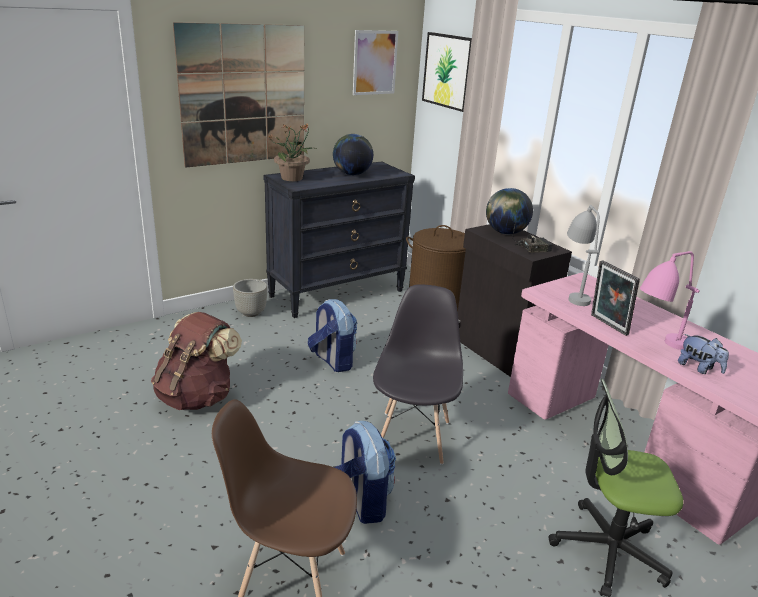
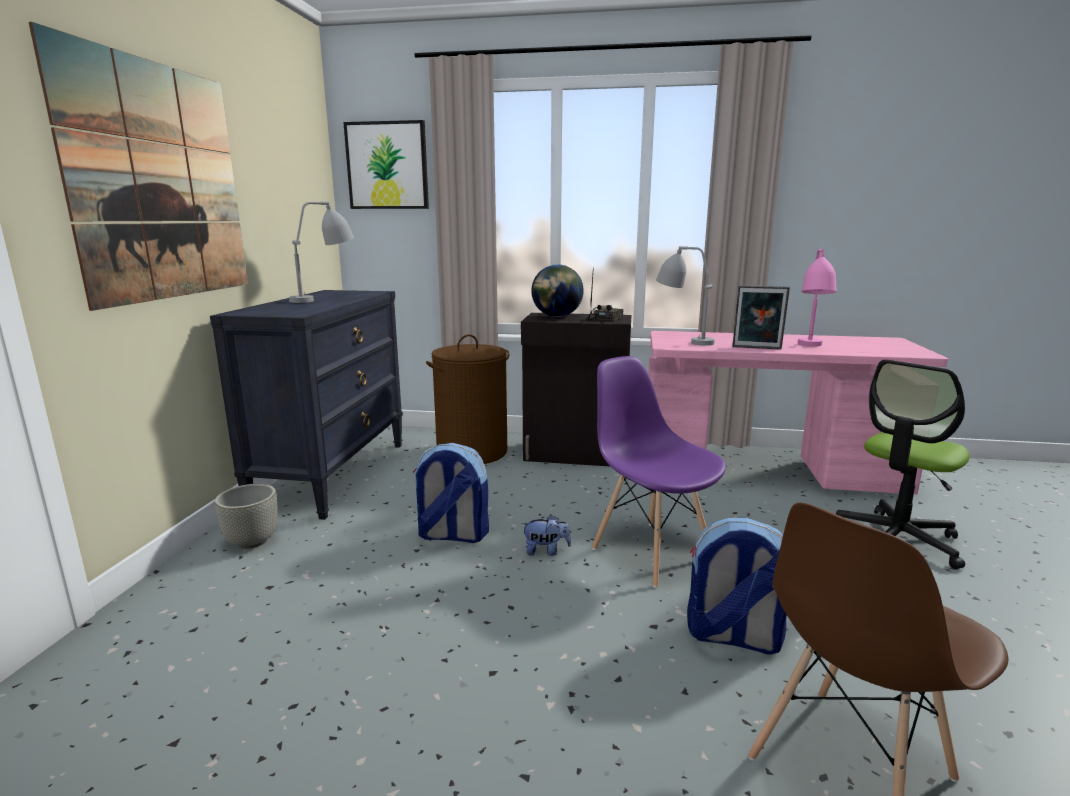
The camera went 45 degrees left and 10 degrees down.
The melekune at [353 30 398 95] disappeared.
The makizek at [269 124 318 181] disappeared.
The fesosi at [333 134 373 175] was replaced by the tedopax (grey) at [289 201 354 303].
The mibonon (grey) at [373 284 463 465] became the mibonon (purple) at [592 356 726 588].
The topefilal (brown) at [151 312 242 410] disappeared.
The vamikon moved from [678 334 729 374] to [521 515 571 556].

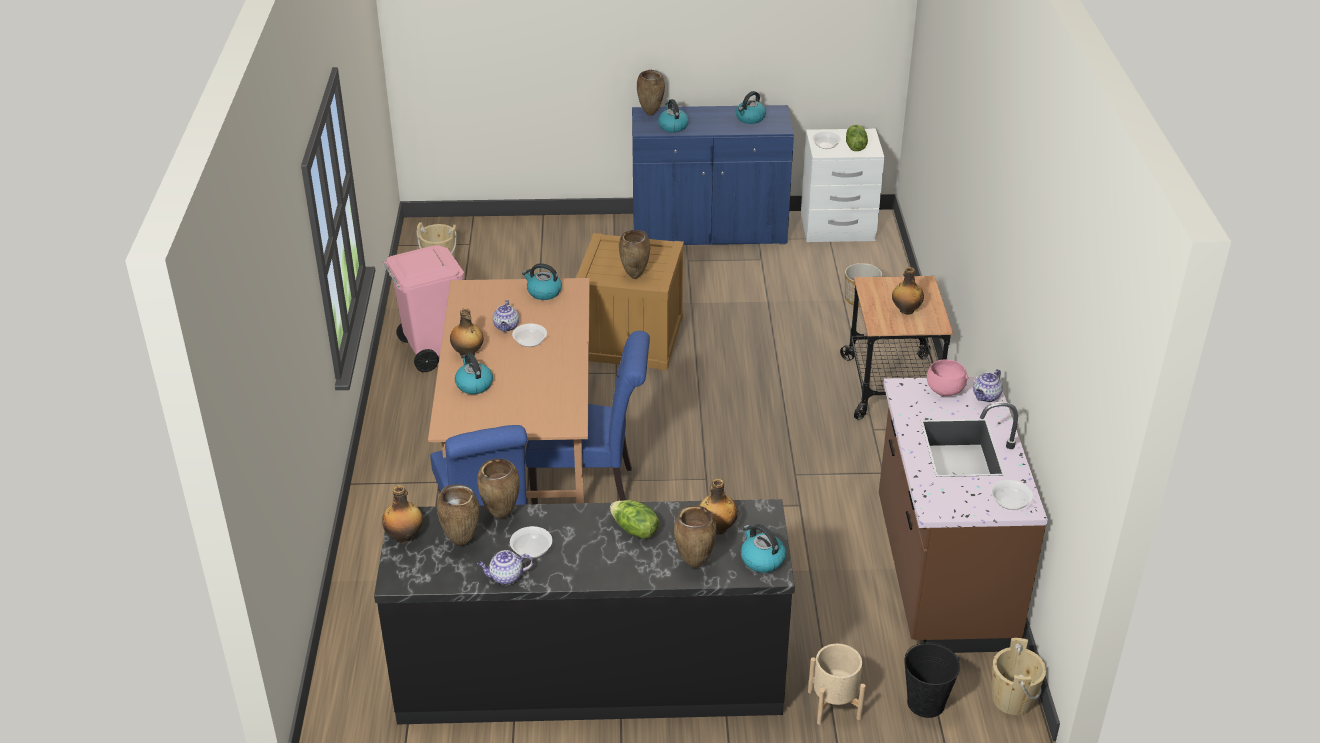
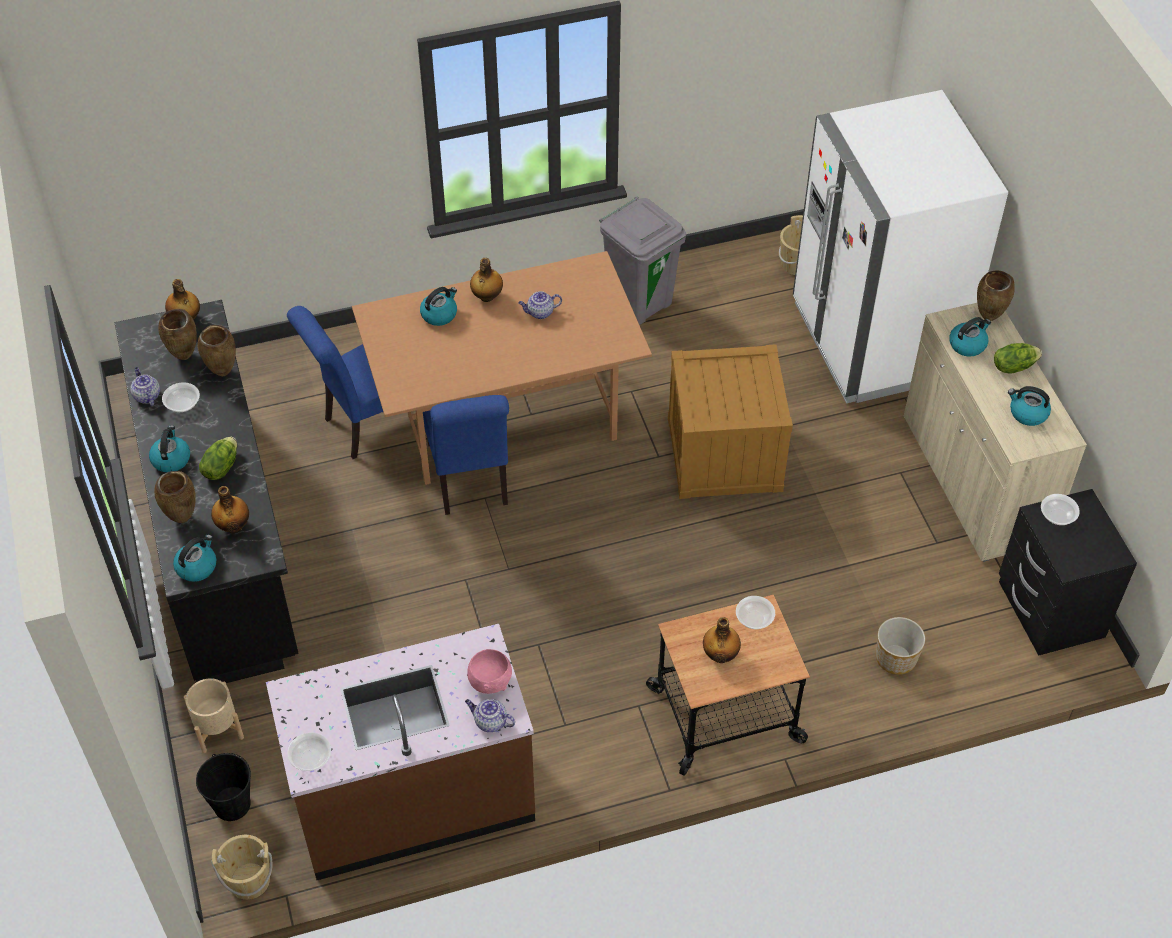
The camera went 75 degrees right and 15 degrees up.
The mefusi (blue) at [632 105 794 245] became the mefusi (beige) at [904 303 1087 562].
The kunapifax moved from [846 125 868 151] to [994 343 1042 374].
The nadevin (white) at [801 129 884 242] became the nadevin (black) at [999 489 1137 656].
The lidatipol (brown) at [619 230 650 279] disappeared.
The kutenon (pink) at [382 245 464 372] became the kutenon (grey) at [599 197 686 325].
The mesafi moved from [522 263 562 300] to [149 425 190 473].
The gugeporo moved from [512 323 547 347] to [736 596 775 629].
The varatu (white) at [793 90 1008 404] appeared.

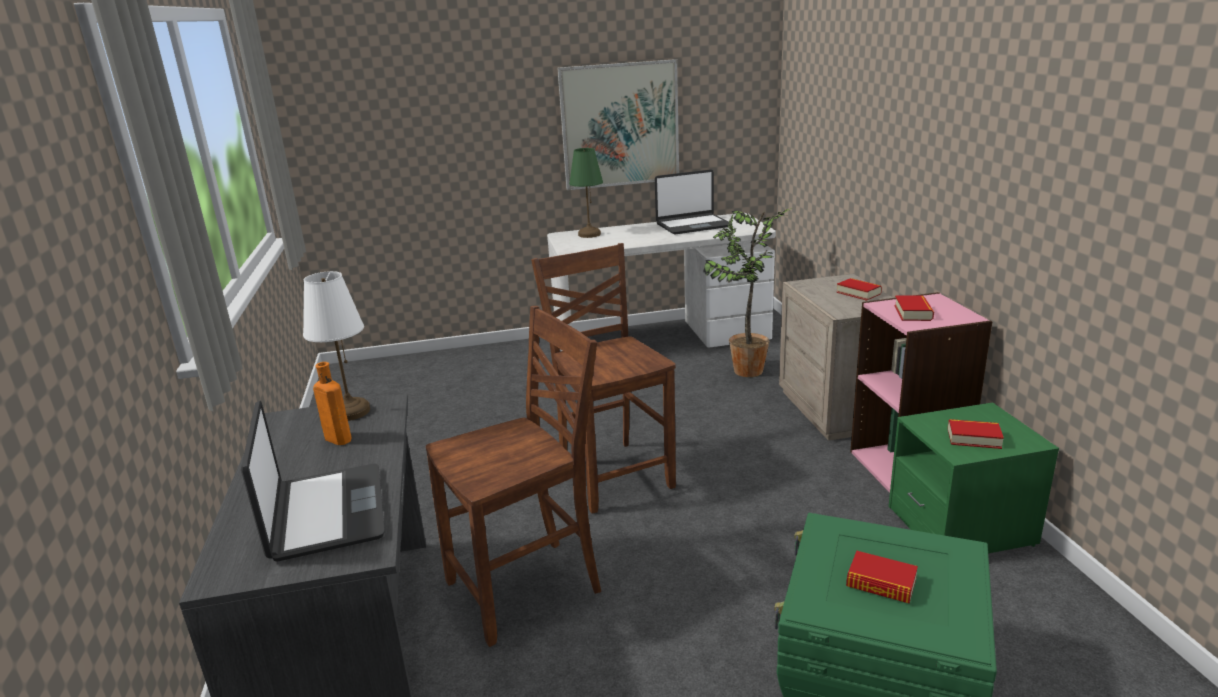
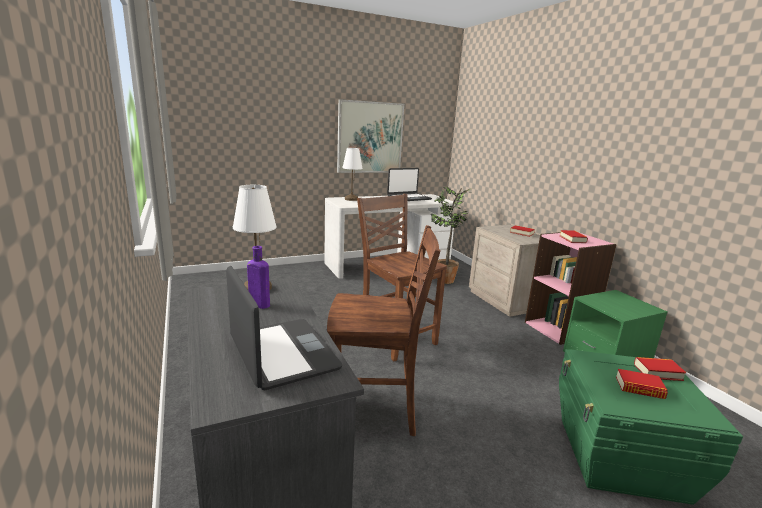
The camera went 15 degrees left and 5 degrees down.
The tedopax (green) at [569 148 603 238] became the tedopax (white) at [342 148 363 201].
The mibonon (brown) at [426 306 601 647] turned 45 degrees clockwise.
The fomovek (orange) at [313 362 351 445] became the fomovek (purple) at [247 246 270 309].
The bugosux moved from [948 419 1004 449] to [634 357 686 381].

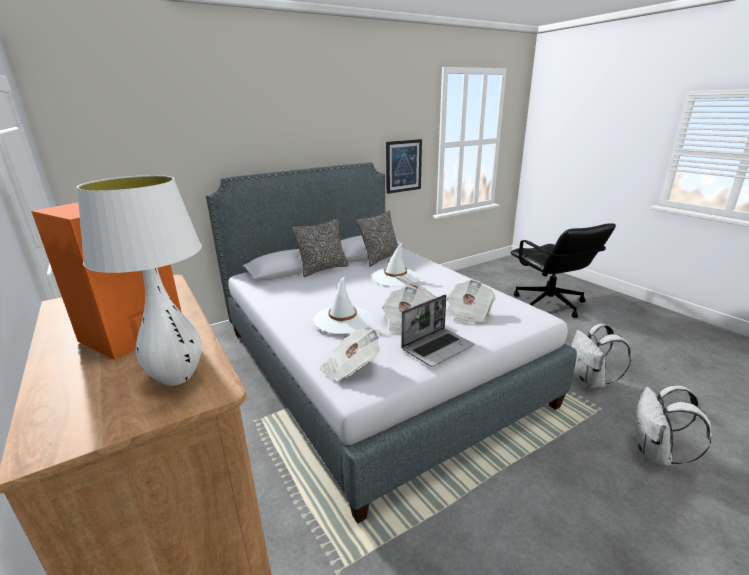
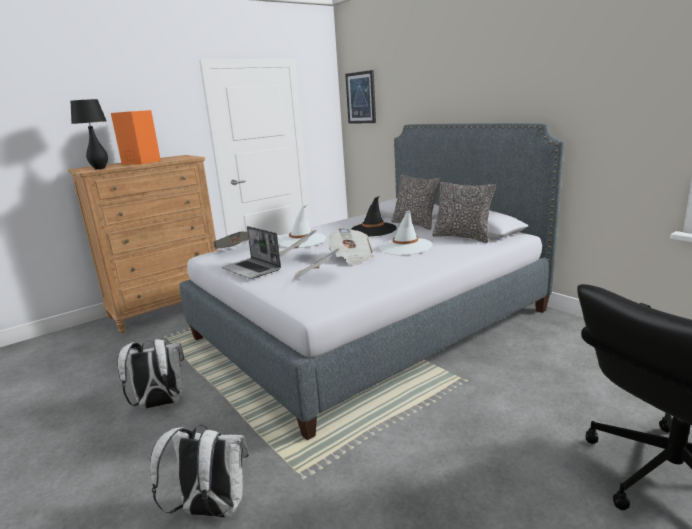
The camera went 85 degrees right and 5 degrees down.
The melekune moved from [386 139 422 194] to [345 70 376 124].
The tedopax (white) at [76 175 202 386] became the tedopax (black) at [71 99 108 169].
The topefilal (white) moved from [572 324 631 388] to [117 339 184 409].
The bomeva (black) at [351 196 397 236] appeared.

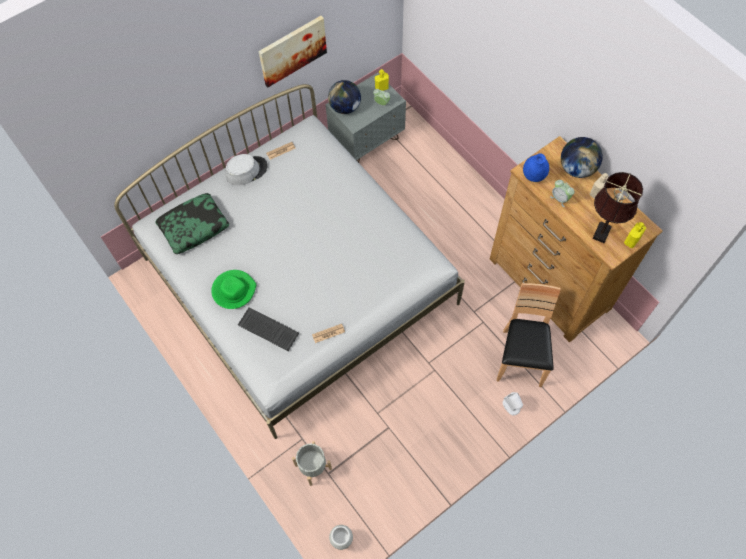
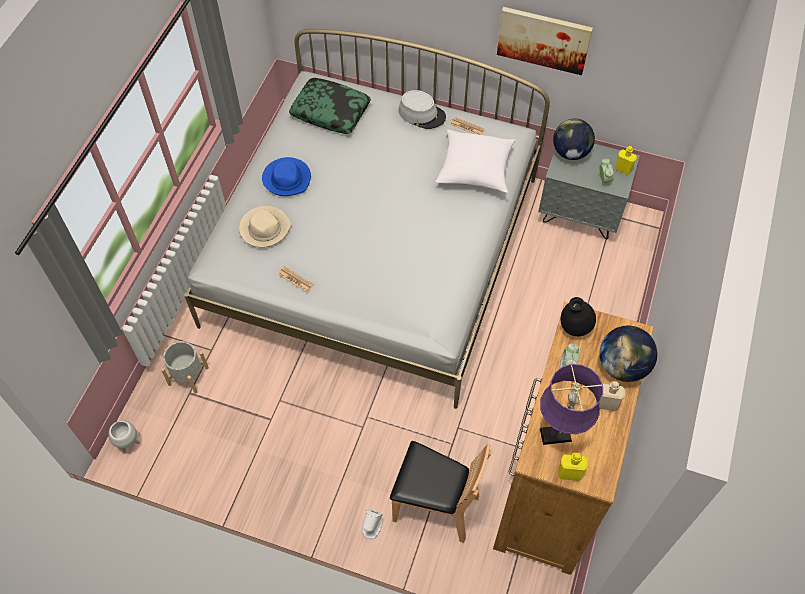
The camera went 55 degrees right and 5 degrees down.
The lidatipol (blue) at [523 153 549 182] became the lidatipol (black) at [560 297 596 336].
The tedopax (brown) at [592 172 643 243] became the tedopax (purple) at [540 364 603 445].
The bomeva (green) at [211 270 256 309] became the bomeva (blue) at [262 157 311 196].
The mibonon (brown) at [497 283 561 387] turned 45 degrees clockwise.
The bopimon at [238 307 299 351] was replaced by the bomeva (beige) at [239 206 292 248].
The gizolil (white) at [436 130 515 193] appeared.

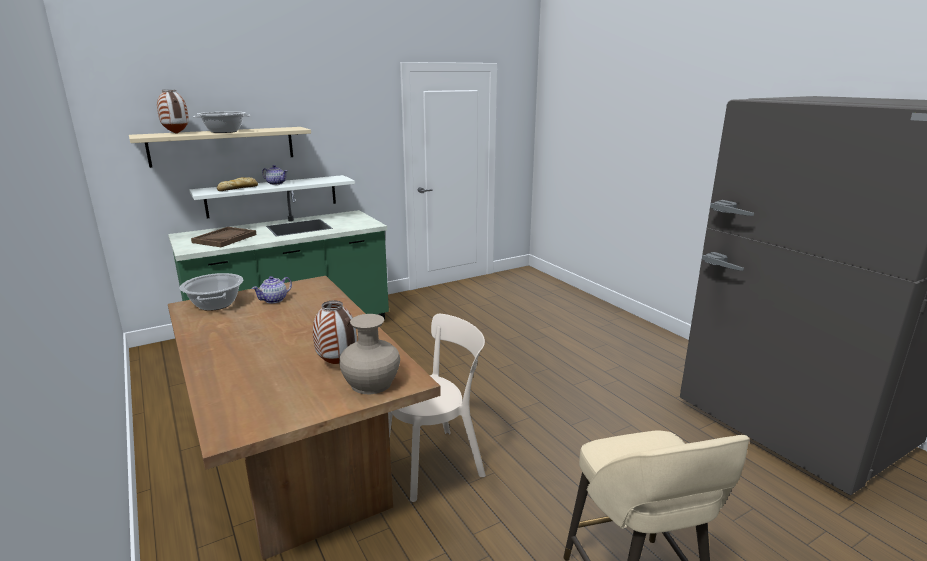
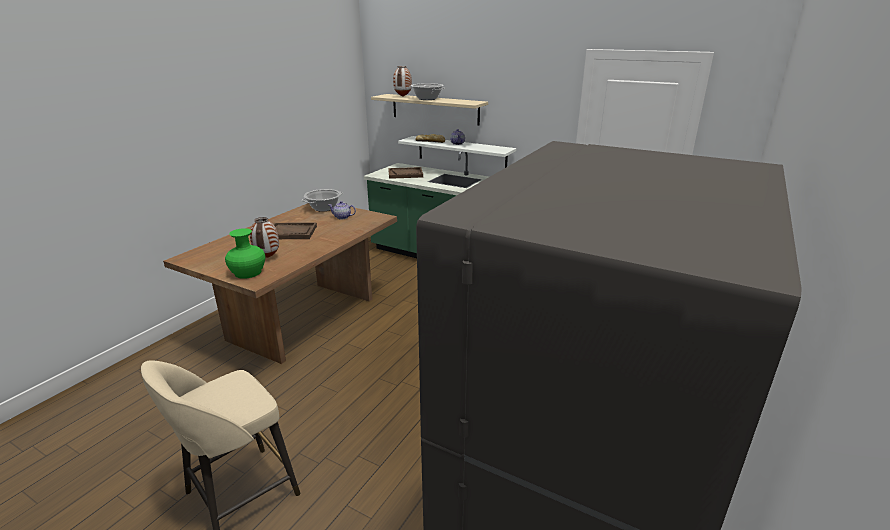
The camera went 60 degrees right and 5 degrees up.
The lidatipol (beige) at [339 314 400 394] became the lidatipol (green) at [225 228 265 279].
The mibonon (beige) at [388 314 486 502] disappeared.
The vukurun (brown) at [273 222 317 239] appeared.

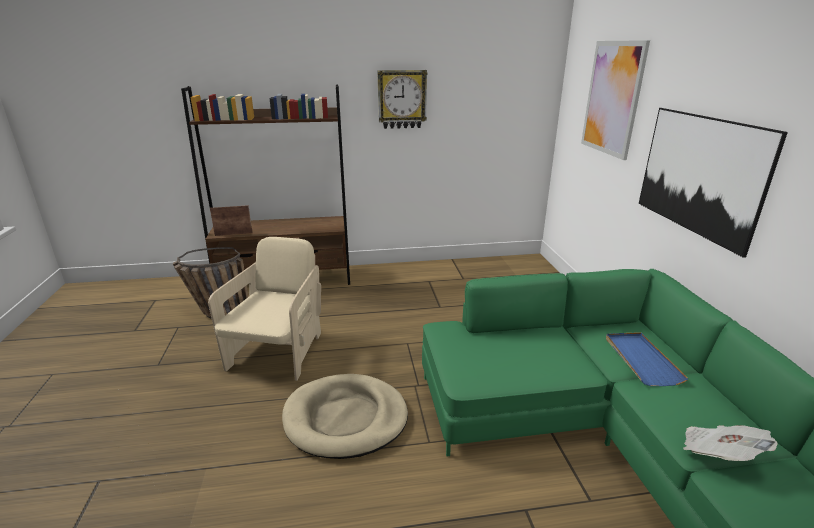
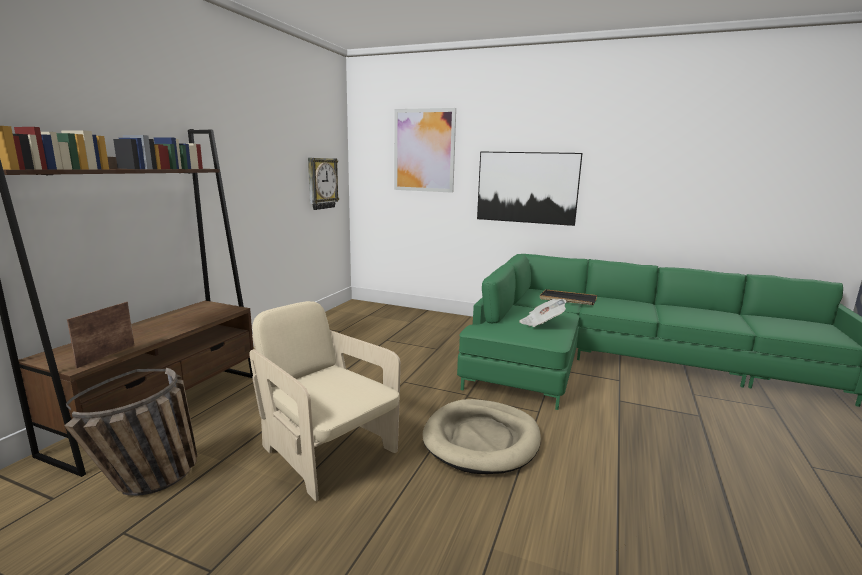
The camera went 60 degrees left and 10 degrees down.
The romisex moved from [377 70 427 129] to [308 158 339 210].
The vukurun (blue) at [606 332 689 386] became the vukurun (black) at [540 289 597 305].
The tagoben moved from [683 425 778 461] to [519 299 567 327].

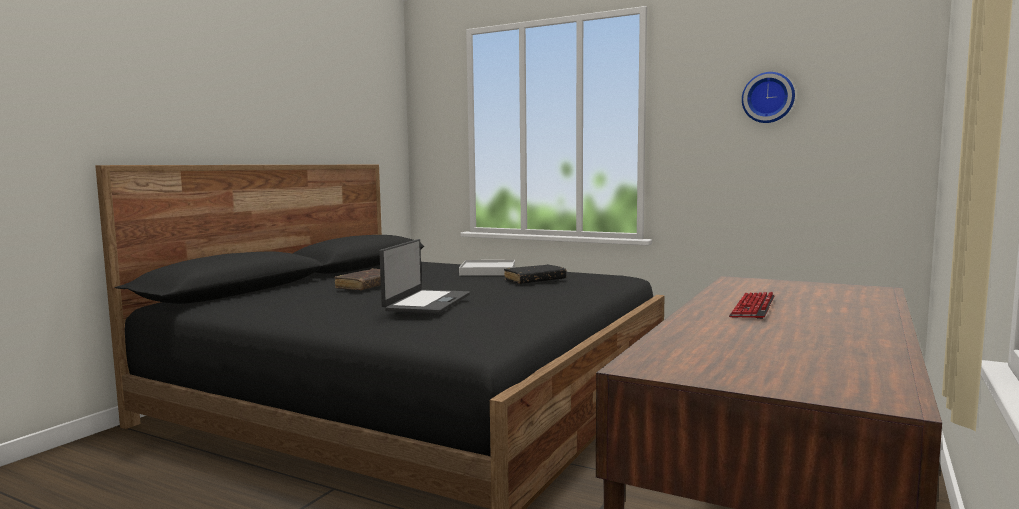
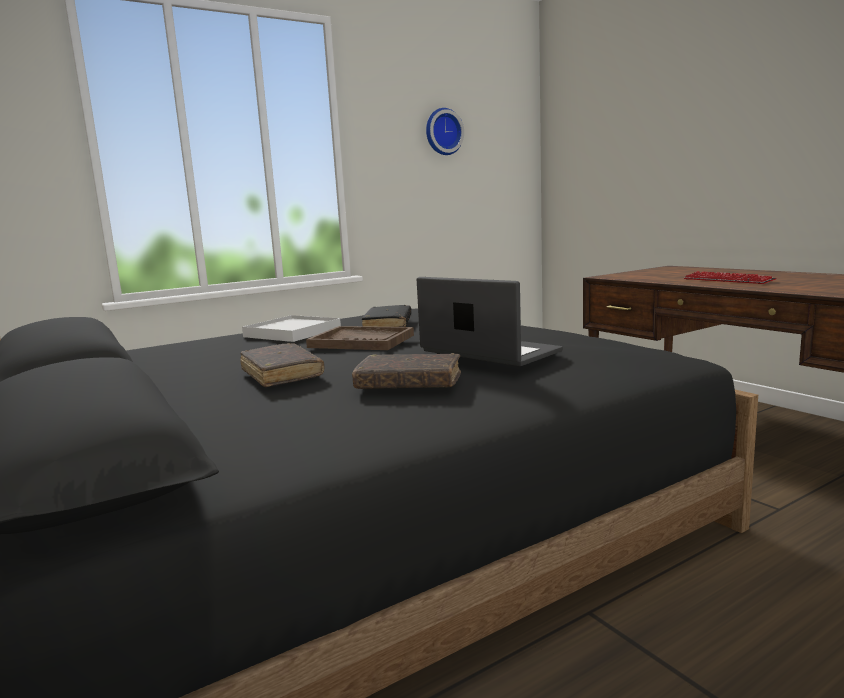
The camera went 60 degrees left and 5 degrees up.
The vukurun (brown) at [306 326 414 350] appeared.
The bugosux (brown) at [352 353 461 389] appeared.

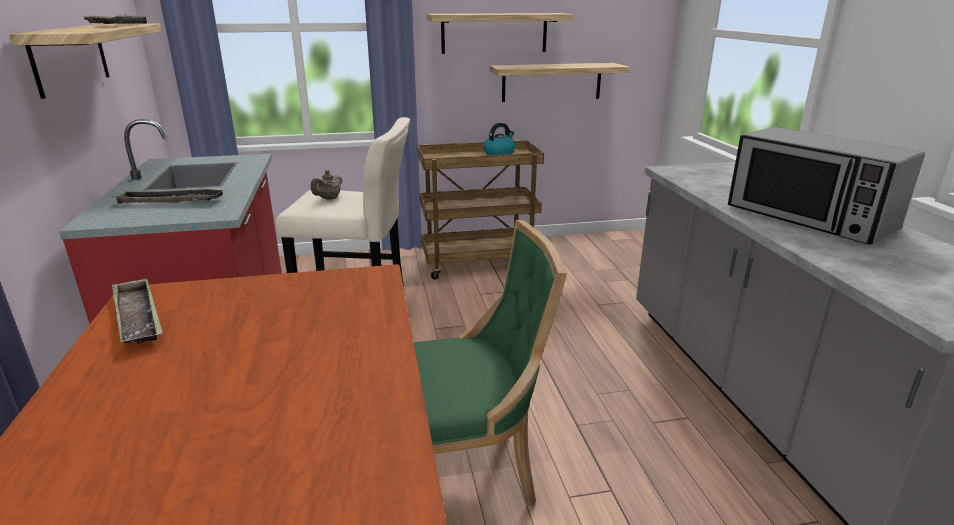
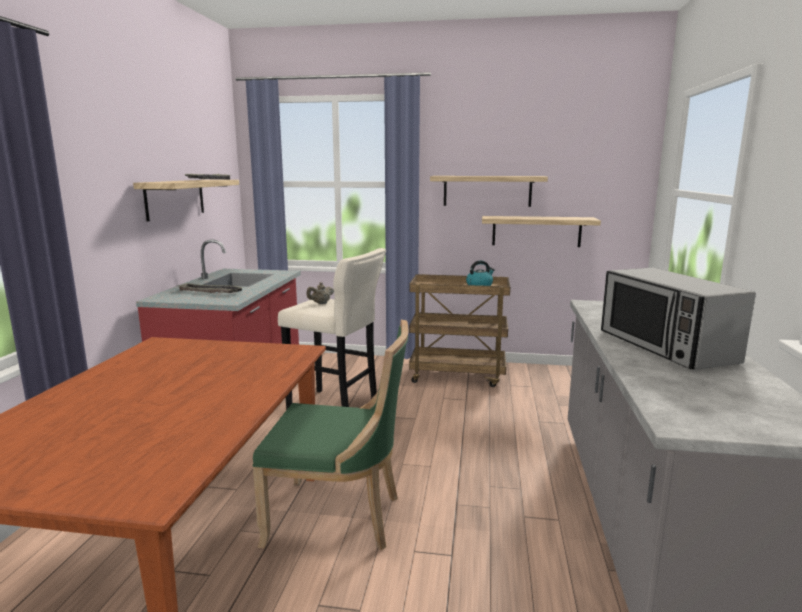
The camera went 20 degrees right and 10 degrees down.
The vukurun at [112 278 163 344] disappeared.

